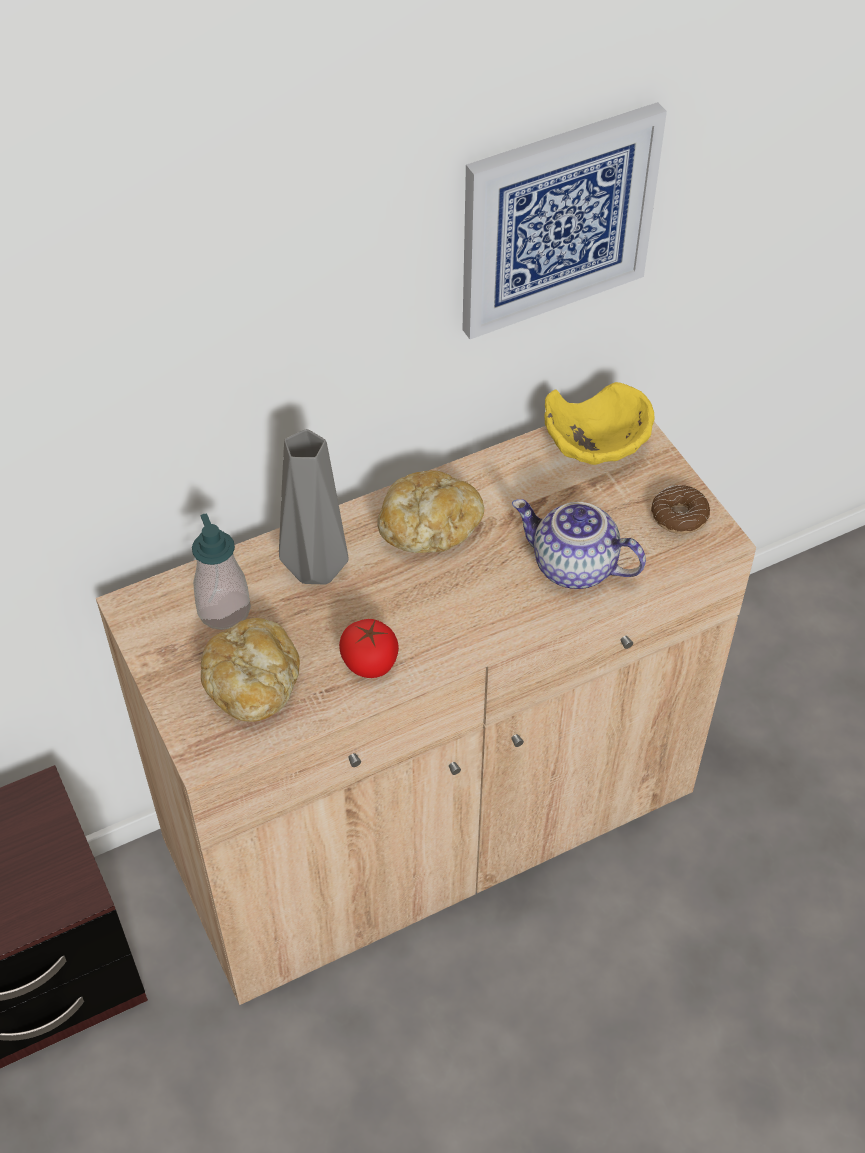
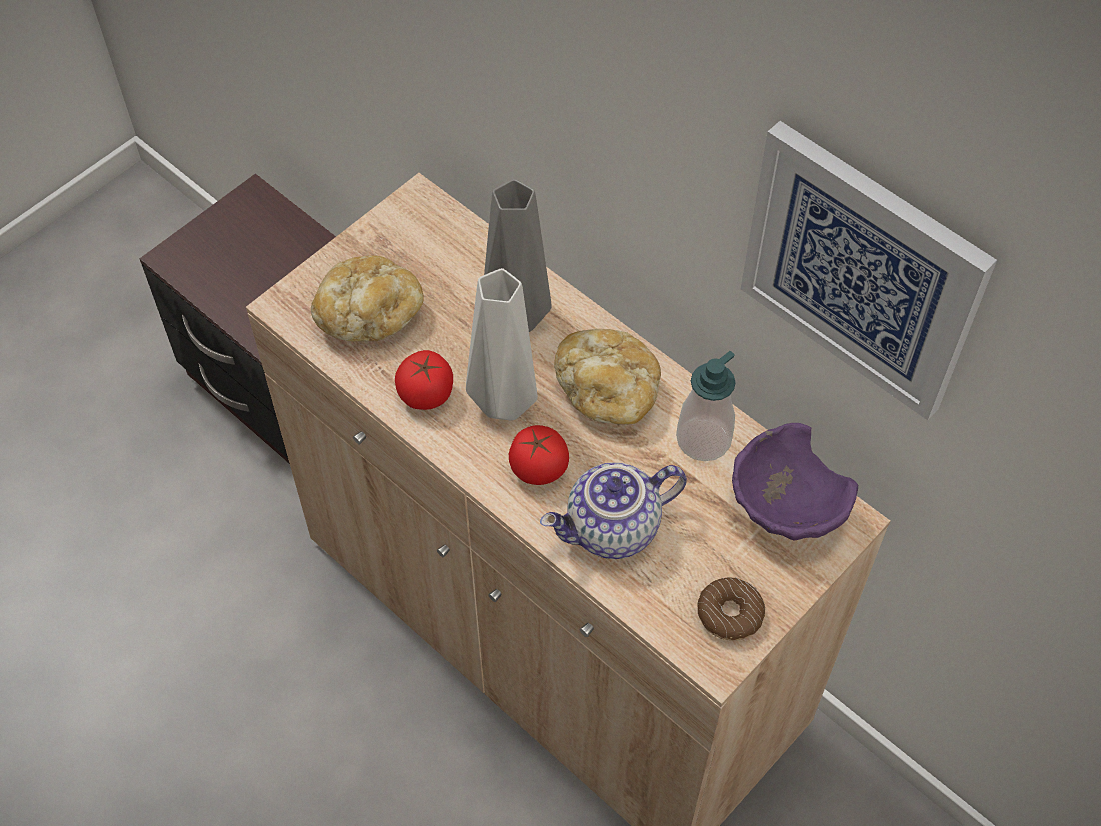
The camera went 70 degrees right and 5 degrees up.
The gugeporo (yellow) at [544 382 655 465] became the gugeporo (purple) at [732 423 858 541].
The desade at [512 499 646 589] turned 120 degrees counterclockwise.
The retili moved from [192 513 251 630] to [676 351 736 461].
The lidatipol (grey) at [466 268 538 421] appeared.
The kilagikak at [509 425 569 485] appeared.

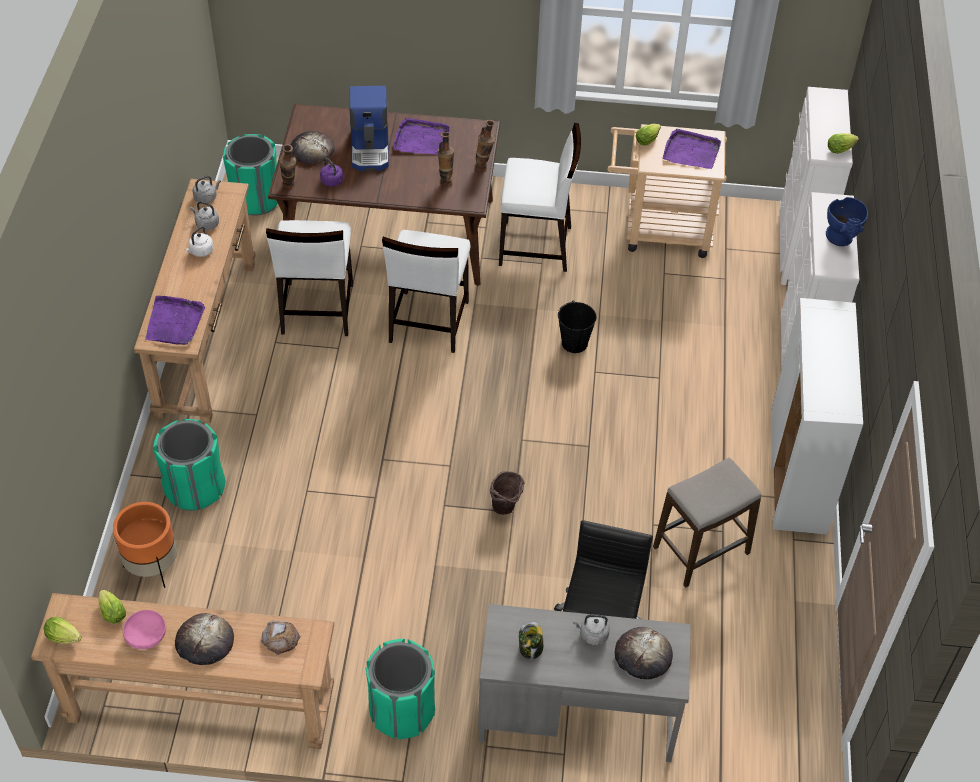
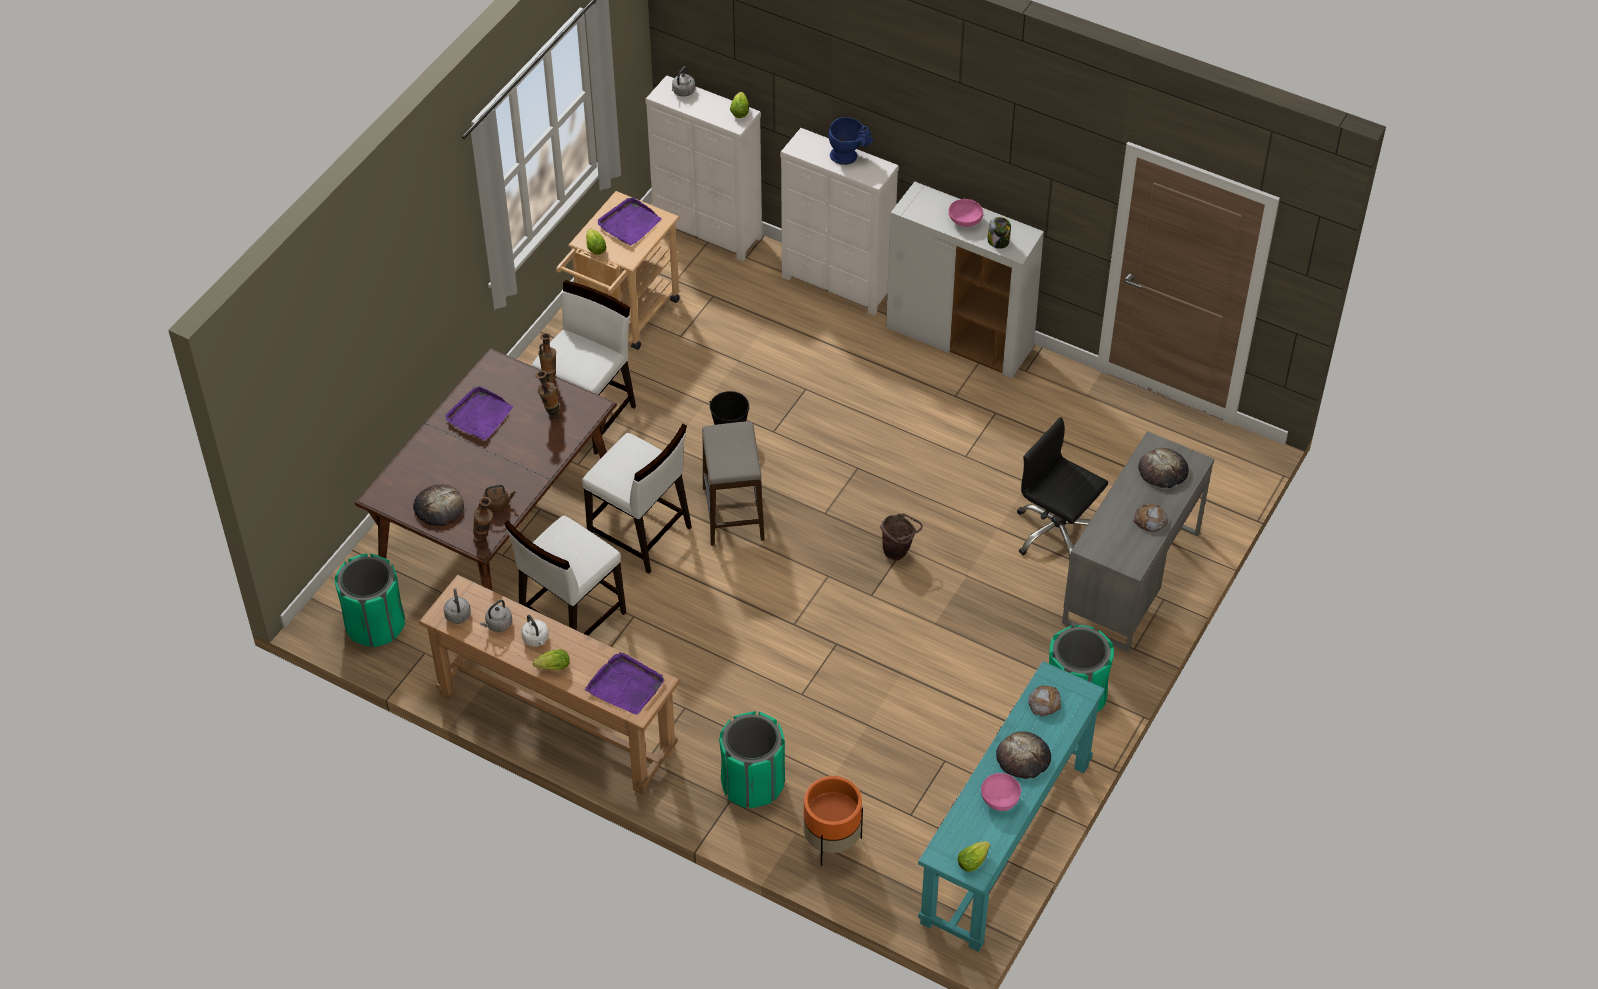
The camera went 65 degrees left and 0 degrees up.
The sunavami at [349 86 389 171] disappeared.
The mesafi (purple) at [320 158 343 187] became the mesafi (brown) at [483 484 516 512].
The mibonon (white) at [266 220 353 336] turned 105 degrees clockwise.
The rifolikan moved from [653 458 761 588] to [702 422 765 546].
The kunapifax moved from [98 590 126 623] to [533 649 570 670].
The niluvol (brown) at [31 593 334 749] became the niluvol (turquoise) at [918 661 1105 952].
The mesafi (grey) moved from [573 614 610 645] to [672 66 695 97].
The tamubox moved from [519 622 543 660] to [987 217 1011 249].
The gugeporo (pink) at [948 199 983 227] appeared.
The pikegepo at [1133 504 1168 532] appeared.

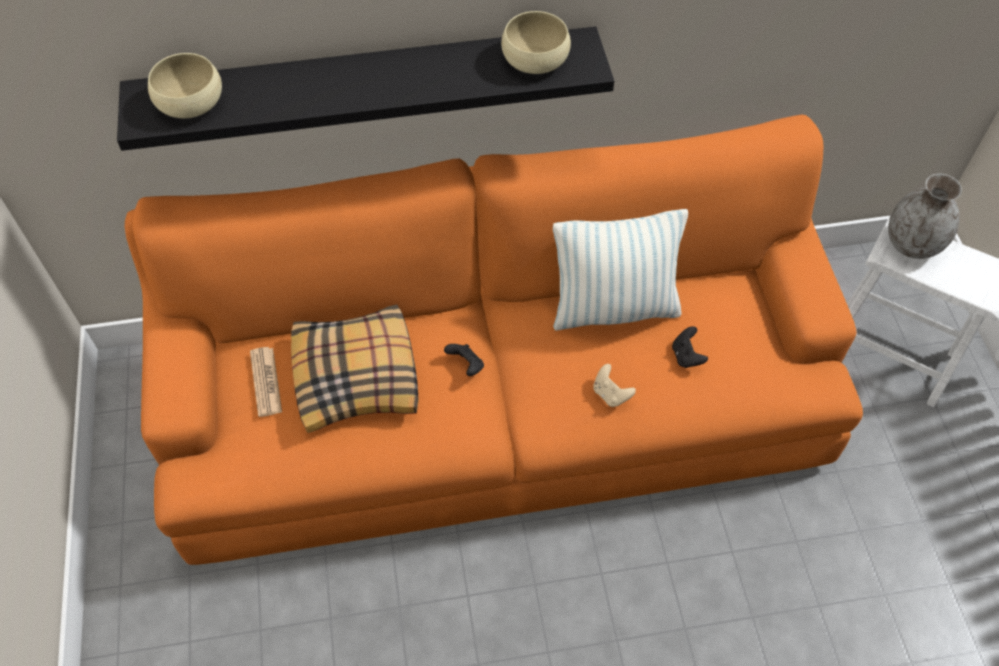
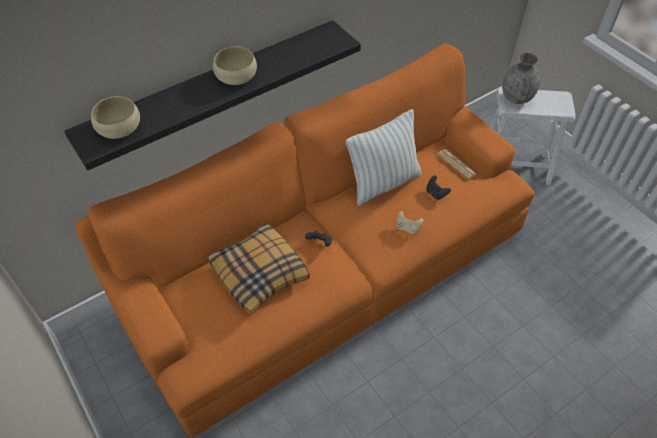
The camera went 25 degrees left and 5 degrees down.
The gugeporo (beige) moved from [501 11 571 74] to [213 47 257 85].
The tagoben moved from [250 347 282 417] to [437 149 477 179].

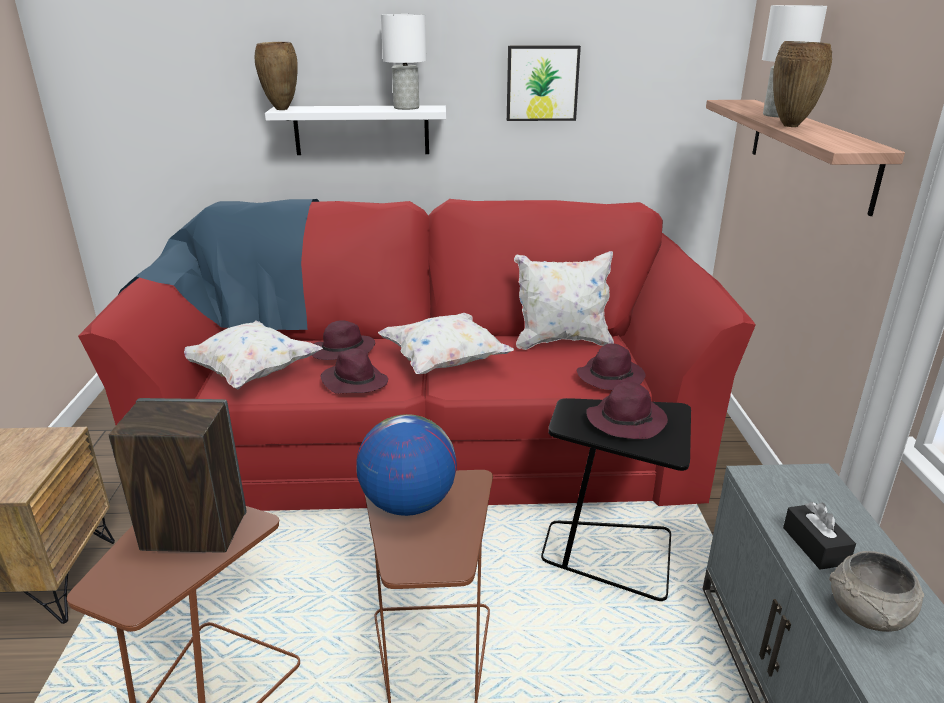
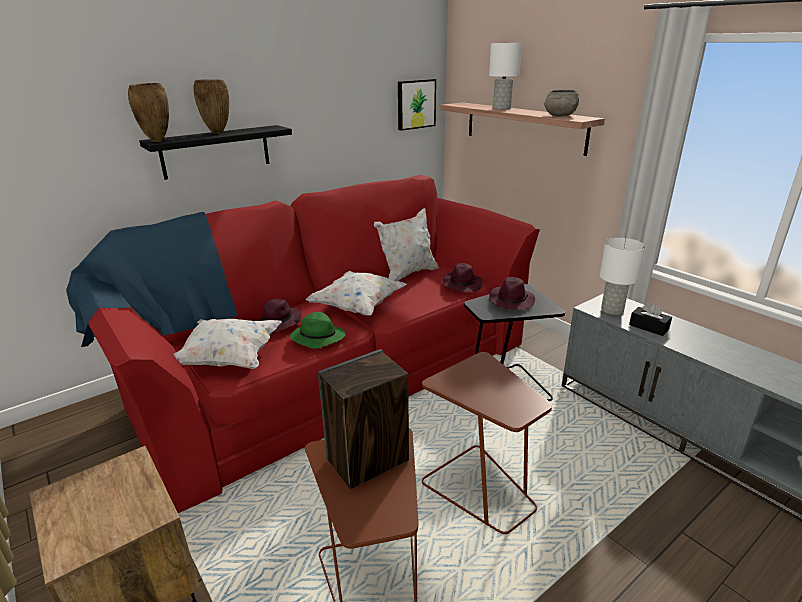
The camera went 35 degrees left and 0 degrees up.
The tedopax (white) moved from [381 14 426 110] to [600 238 645 315].
The lidatipol (brown) moved from [773 41 832 127] to [194 79 229 134].
The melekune moved from [507 45 581 121] to [398 79 436 131].
The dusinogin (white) at [265 105 446 155] became the dusinogin (black) at [139 125 292 180].
The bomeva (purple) at [321 348 388 394] became the bomeva (green) at [290 312 345 349].
The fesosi at [357 414 457 516] disappeared.
The gugeporo (grey) moved from [829 551 924 632] to [544 90 579 116].

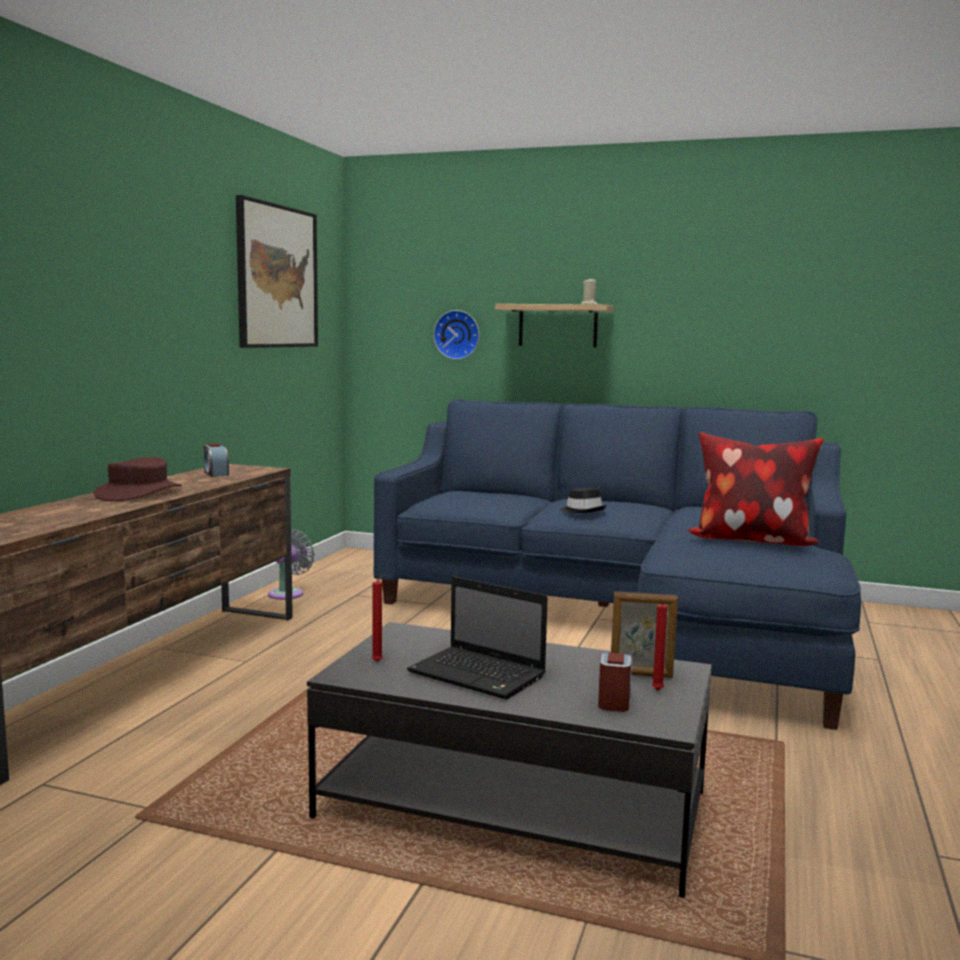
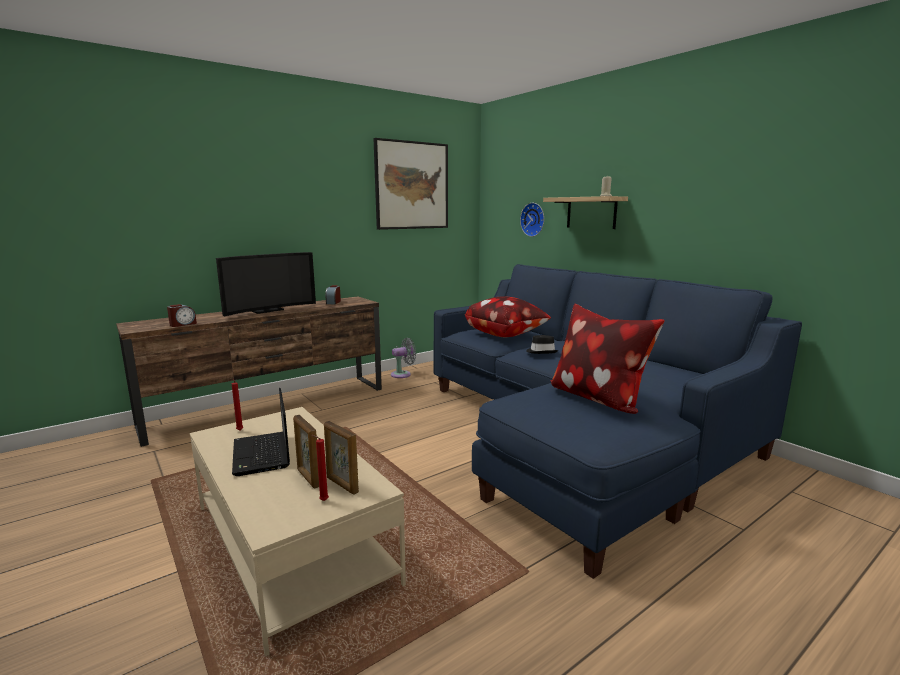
The camera went 35 degrees right and 5 degrees up.
The bomeva (brown) at [94 457 182 501] was replaced by the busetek at [216 252 316 316].
The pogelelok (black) at [307 622 712 898] became the pogelelok (beige) at [190 407 406 657].
The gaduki moved from [598 652 632 712] to [167 304 197 327].
The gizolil at [465 296 551 337] appeared.
The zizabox at [293 415 319 489] appeared.

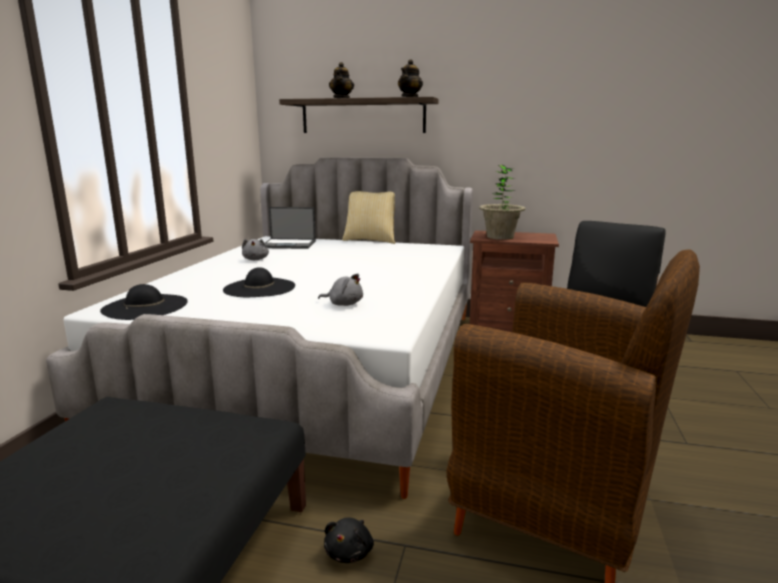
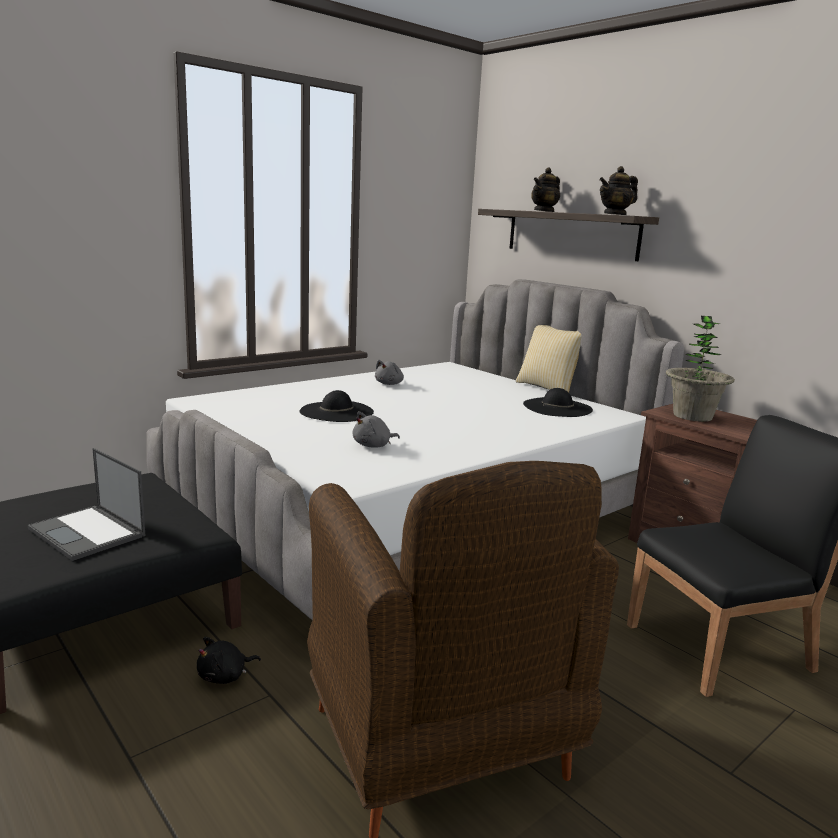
The camera went 35 degrees right and 0 degrees up.
The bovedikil moved from [265 207 316 249] to [28 448 145 561].
The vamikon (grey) at [318 274 363 306] turned 90 degrees clockwise.
The bomeva (black) moved from [100 284 188 320] to [523 388 593 417].

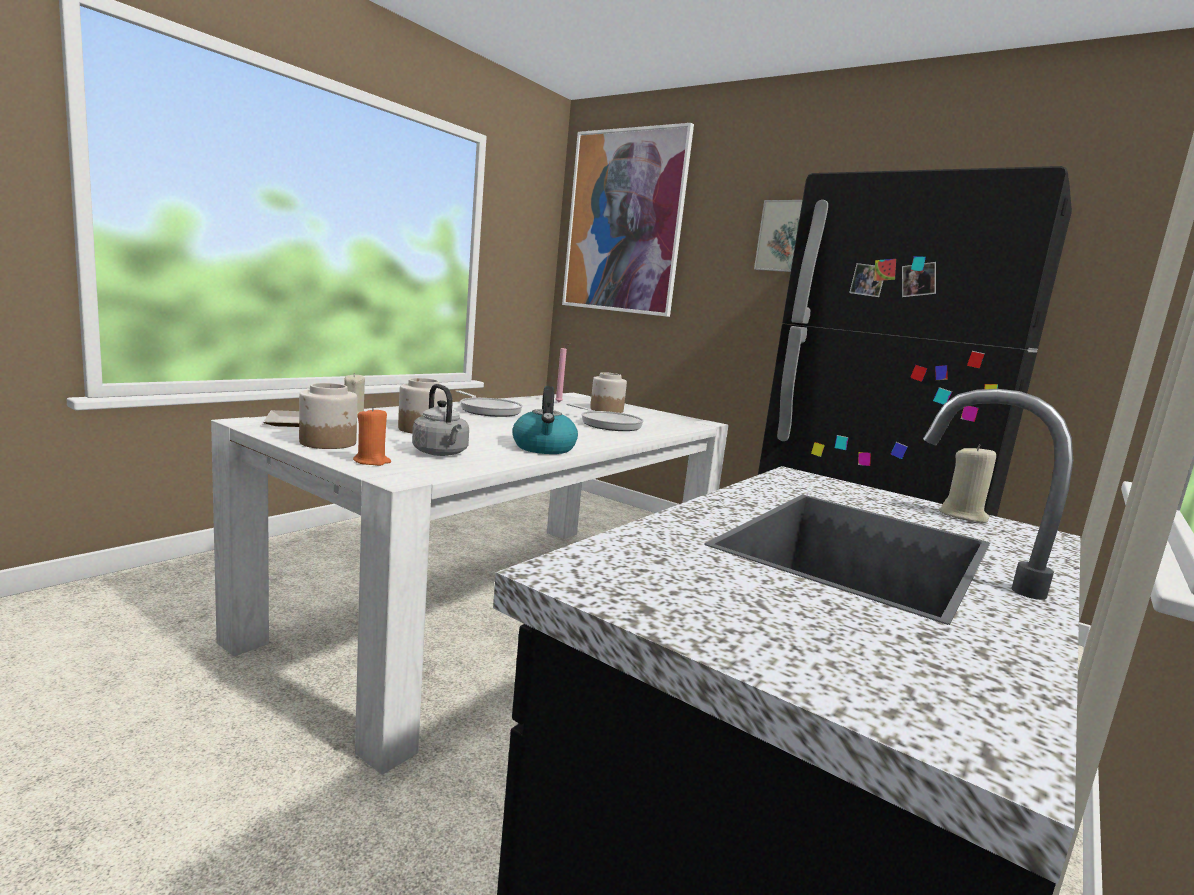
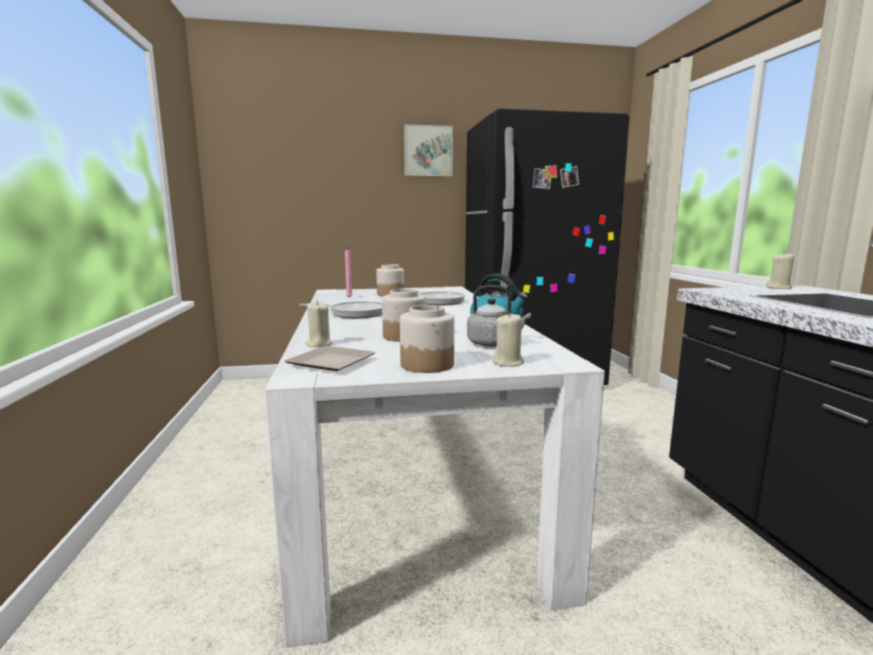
The camera went 45 degrees left and 0 degrees up.
The melekune at [562 123 694 317] disappeared.
The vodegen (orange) at [353 406 391 466] became the vodegen (beige) at [492 312 524 366].

